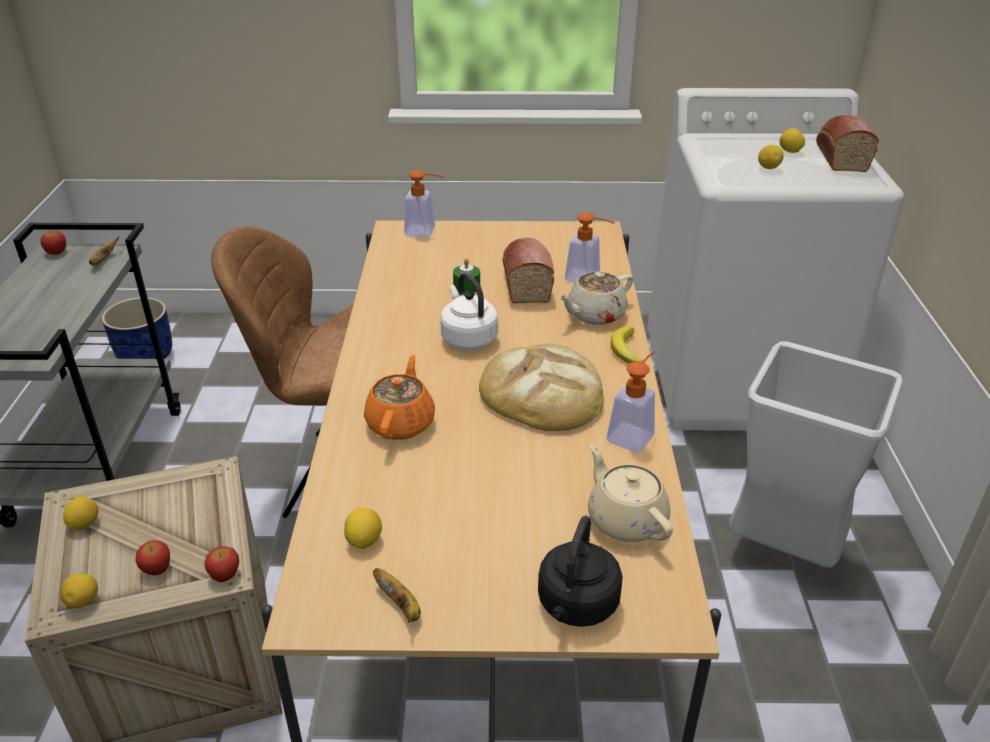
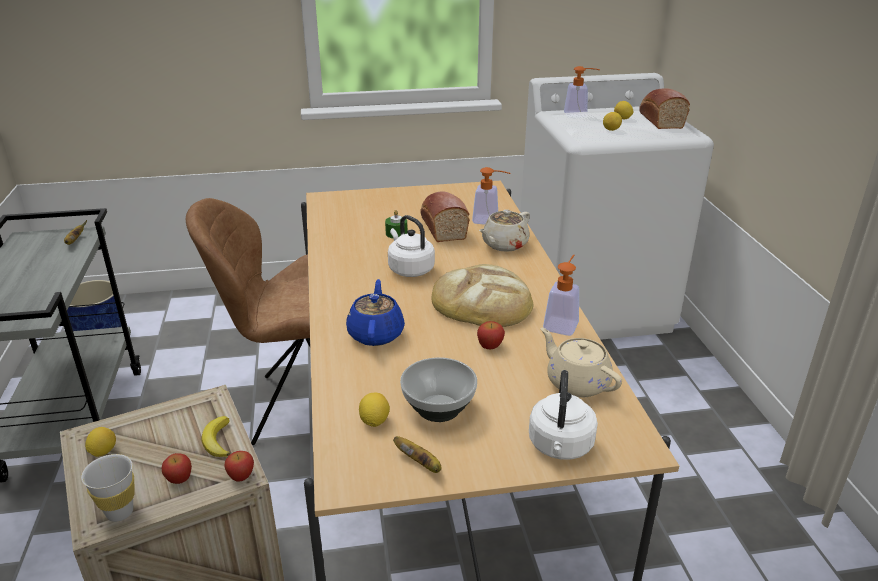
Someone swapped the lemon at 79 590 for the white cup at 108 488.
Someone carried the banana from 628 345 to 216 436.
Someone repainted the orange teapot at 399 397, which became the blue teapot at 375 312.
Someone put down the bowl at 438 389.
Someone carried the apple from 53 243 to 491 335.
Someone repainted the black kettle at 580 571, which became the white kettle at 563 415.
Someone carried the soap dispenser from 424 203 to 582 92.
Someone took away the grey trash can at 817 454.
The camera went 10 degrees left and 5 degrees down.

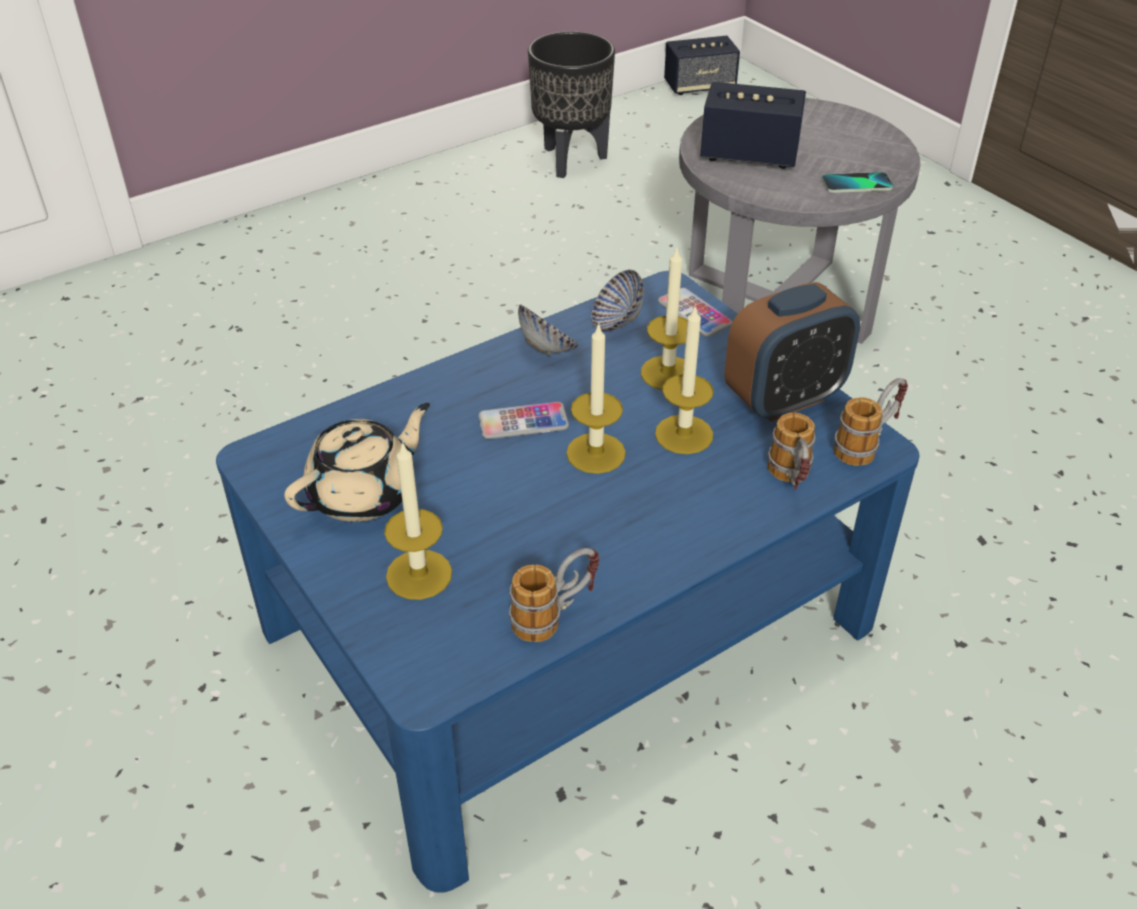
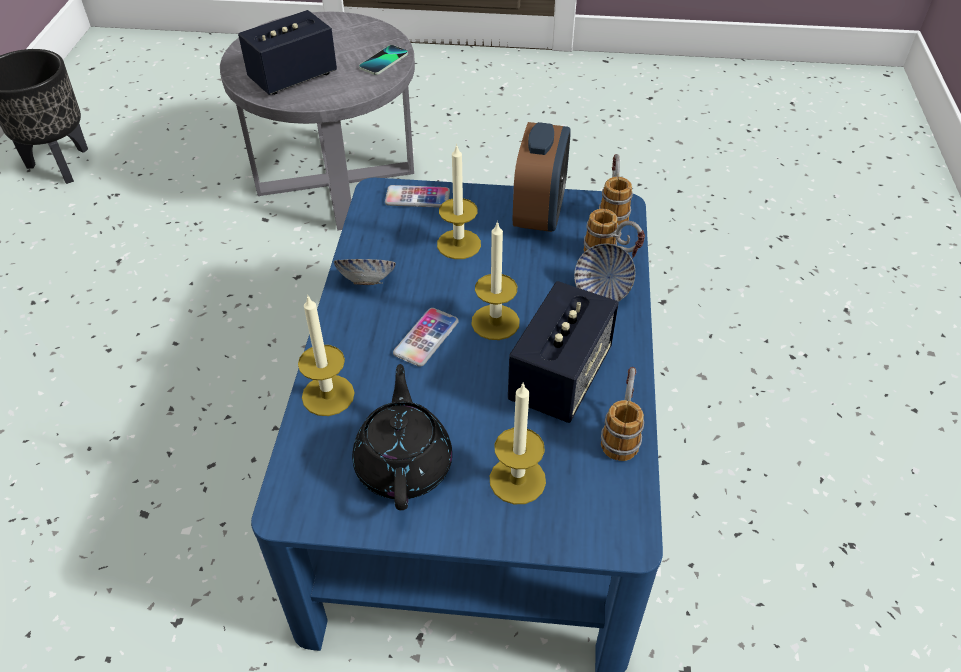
Someone carried the candle from 684 379 to 326 355.
Someone repainted the beige teapot at 357 462, which became the black teapot at 402 437.
Someone carried the speaker from 702 65 to 563 352.
Someone carried the bowl from 617 300 to 604 272.
The camera went 50 degrees left and 5 degrees up.

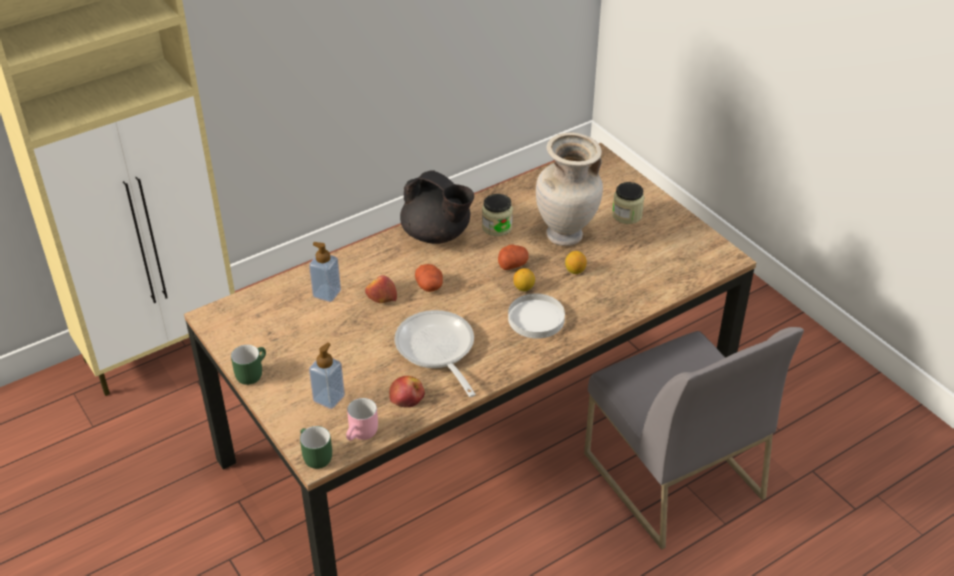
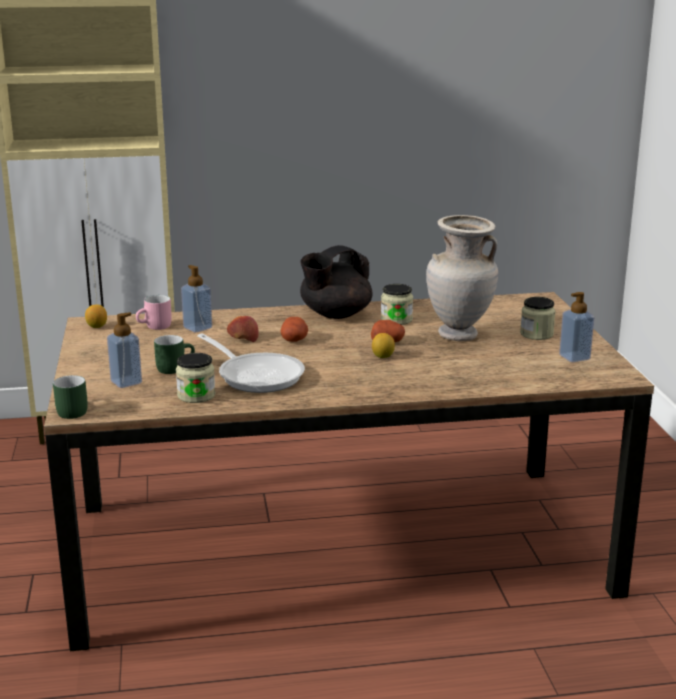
Someone carried the lemon from 576 262 to 96 316.
Someone carried the pink mug from 362 419 to 154 312.
Someone carried the green mug from 248 365 to 174 354.
Someone swapped the apple at 407 392 for the jar at 195 378.
Someone rotated the frying pan at 435 353 by 135 degrees clockwise.
Someone rotated the black teapot at 437 207 by 75 degrees clockwise.
Someone put down the soap dispenser at 576 327.
Someone took away the white plate at 536 316.
Someone took away the grey chair at 694 438.
The camera went 25 degrees right and 20 degrees down.

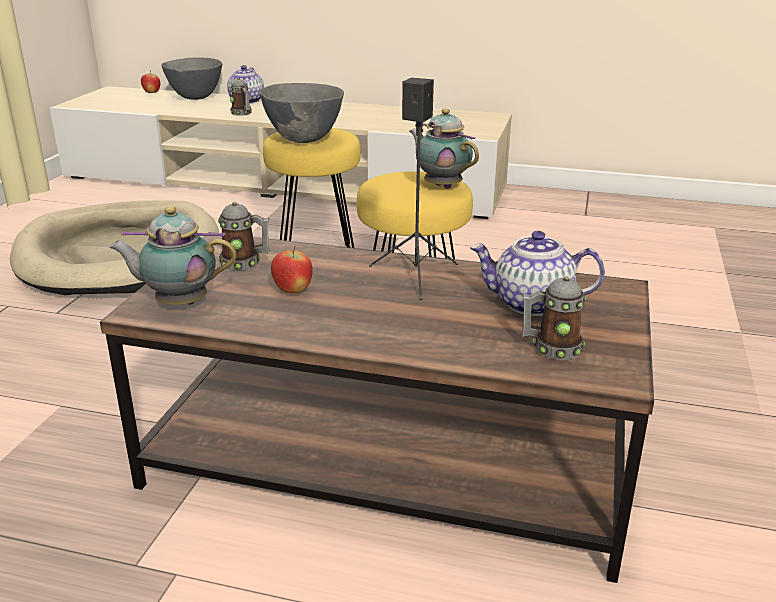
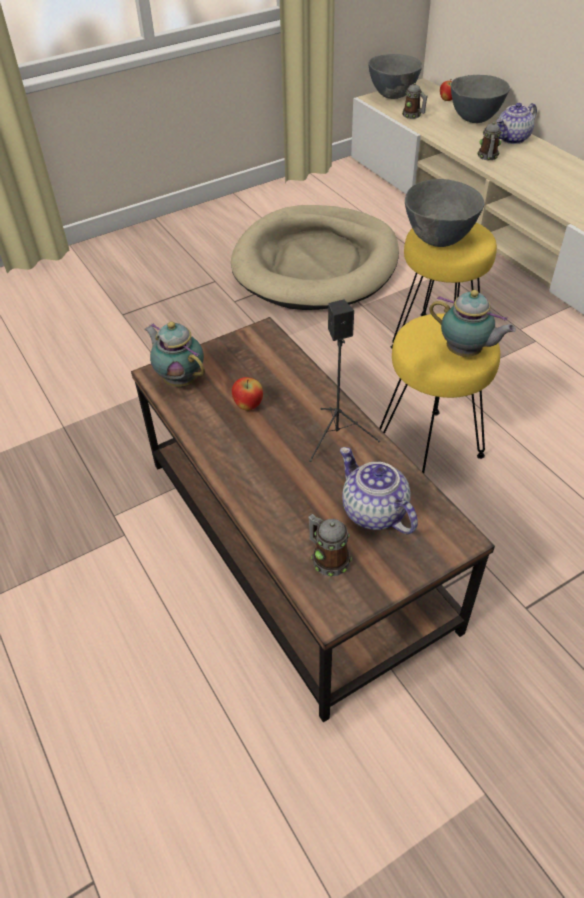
Someone put down the grey bowl at 395 76.
Someone carried the mug from 243 236 to 415 101.
Someone rotated the teapot at 444 148 by 120 degrees clockwise.
The camera went 45 degrees right and 20 degrees up.

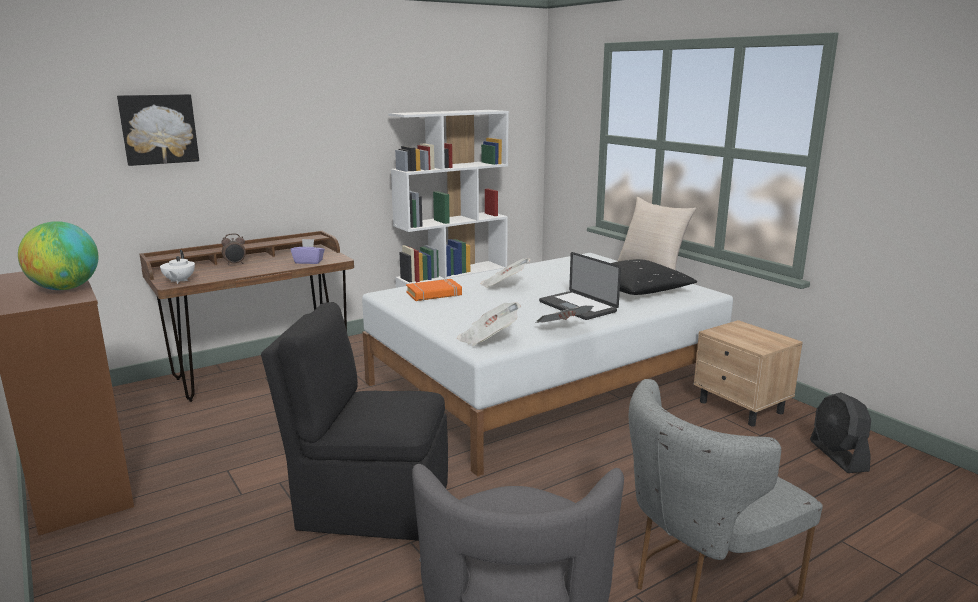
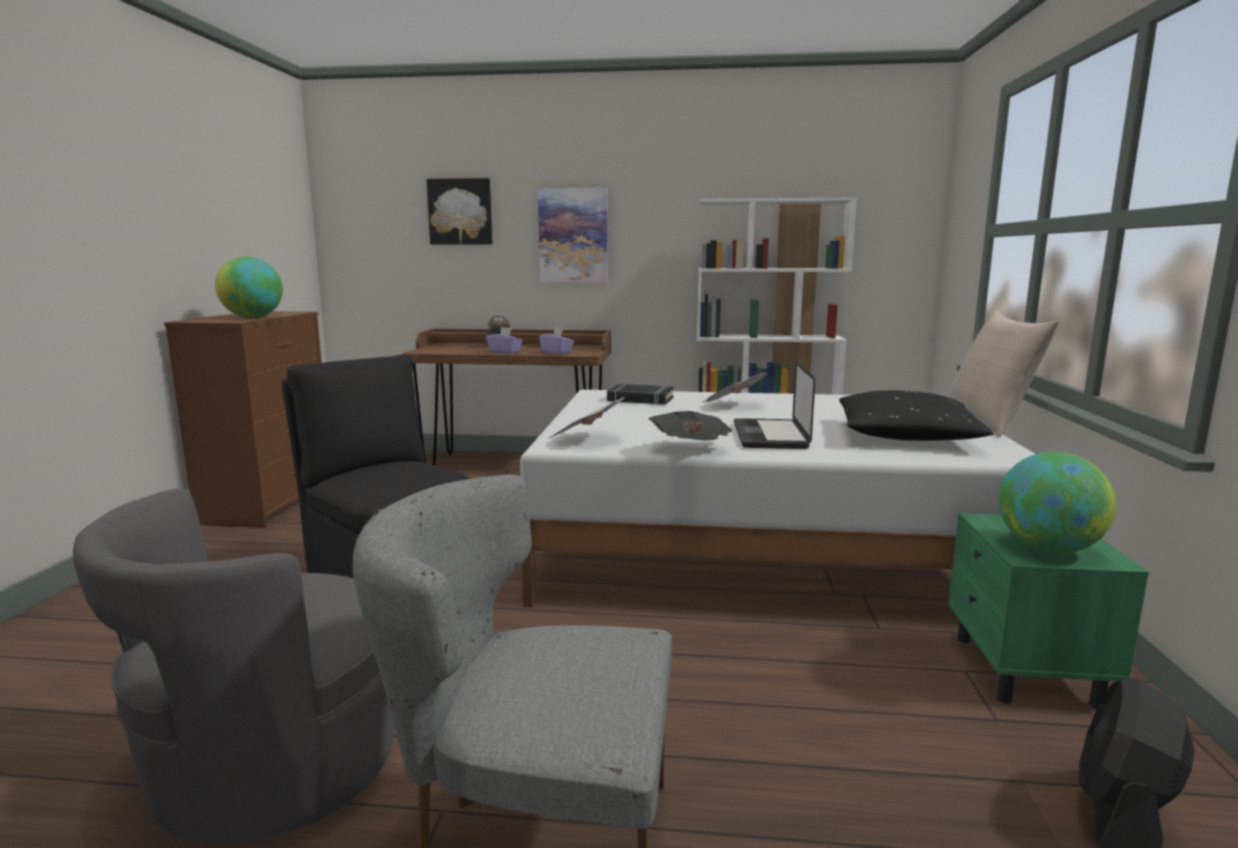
Someone put down the purple tissue box at 504 340.
Someone put up the picture at 573 235.
Someone repainted the orange book at 434 290, which became the black book at 640 394.
Someone repainted the beige nightstand at 748 373, which became the green nightstand at 1048 611.
Someone put down the globe at 1057 502.
Someone took away the white teapot at 177 267.
The camera went 40 degrees right and 5 degrees down.

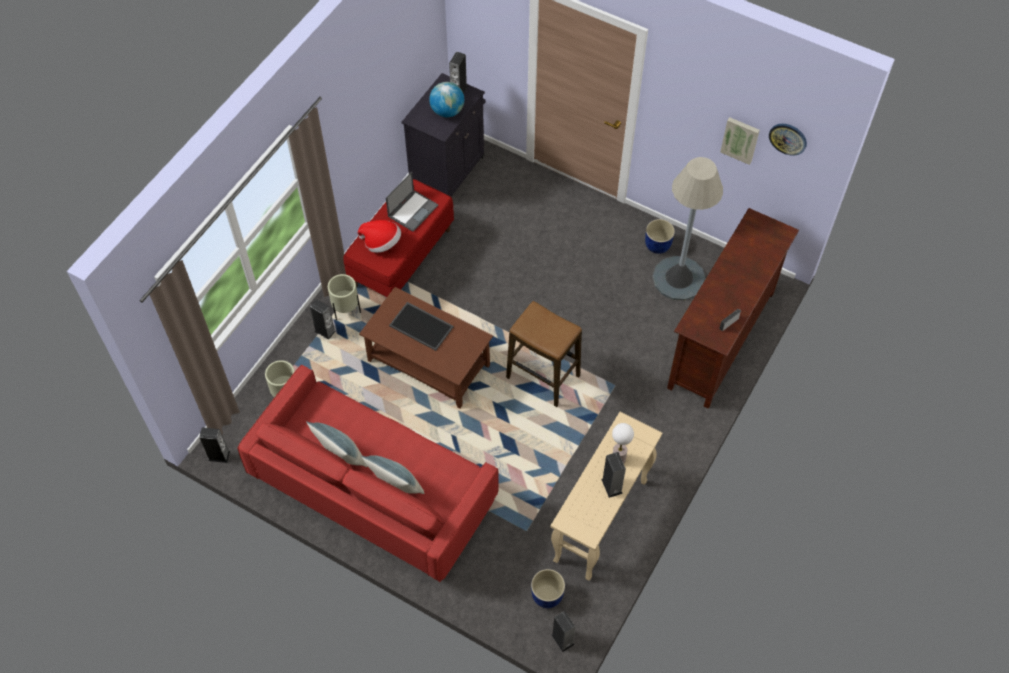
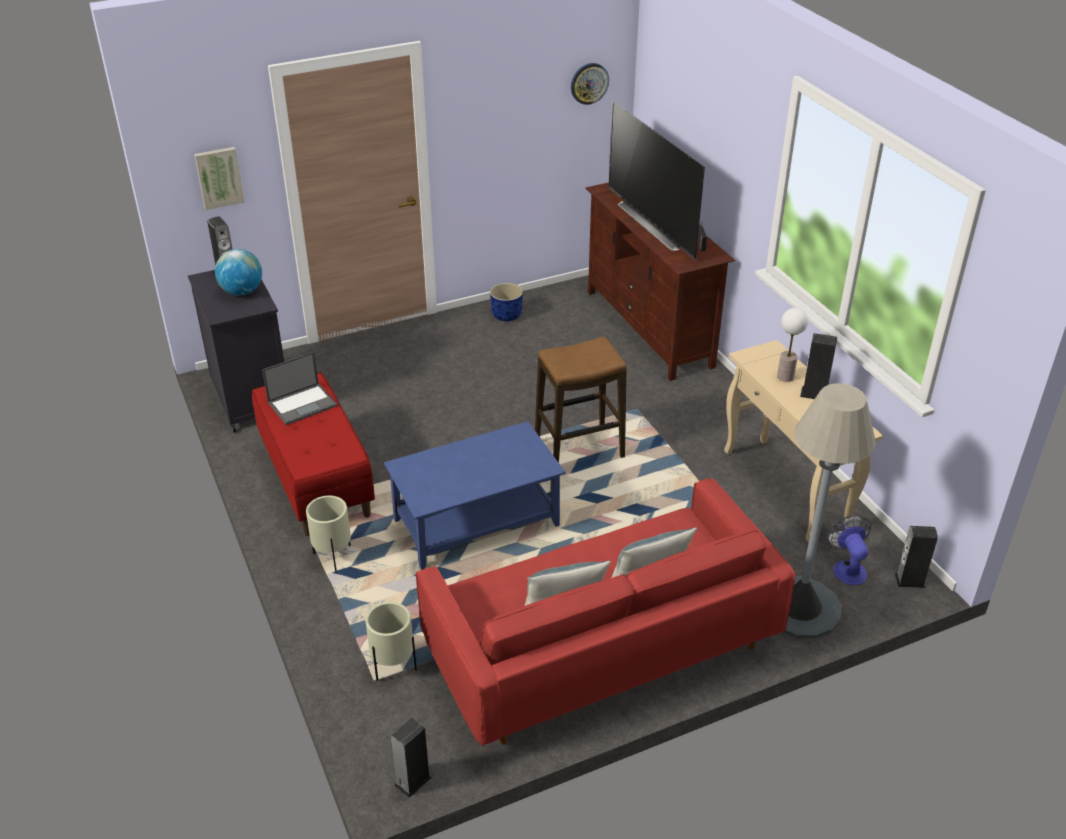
Someone carried the picture from 740 141 to 219 178.
Someone rotated the laptop at 412 202 by 75 degrees clockwise.
Someone repainted the brown coffee table at 426 348, which became the blue coffee table at 475 495.
Someone put down the television at 656 180.
Someone carried the grey floor lamp from 688 229 to 829 510.
Someone swapped the blue planter at 548 588 for the fan at 849 550.
Someone took away the speaker at 323 319.
Someone took away the hat at 379 236.
Someone took away the tray at 421 326.
The camera went 55 degrees left and 20 degrees down.

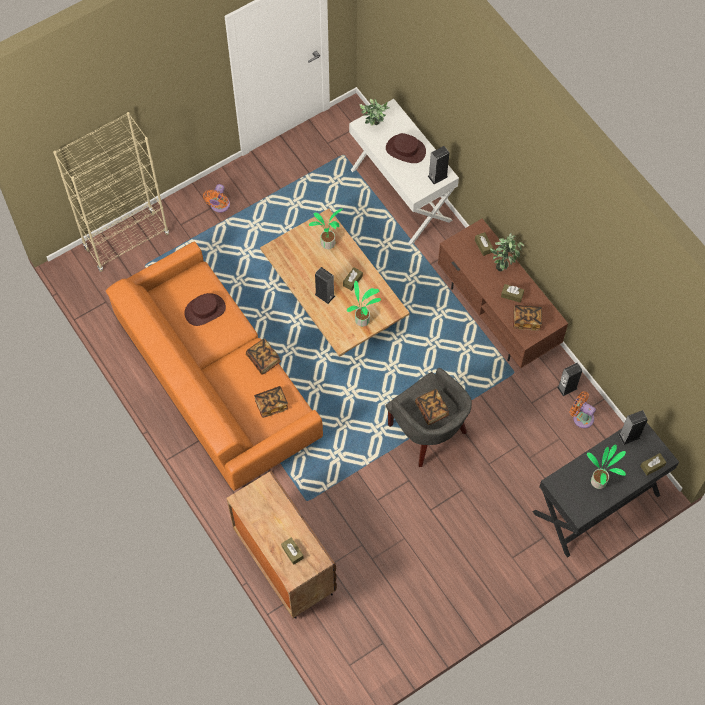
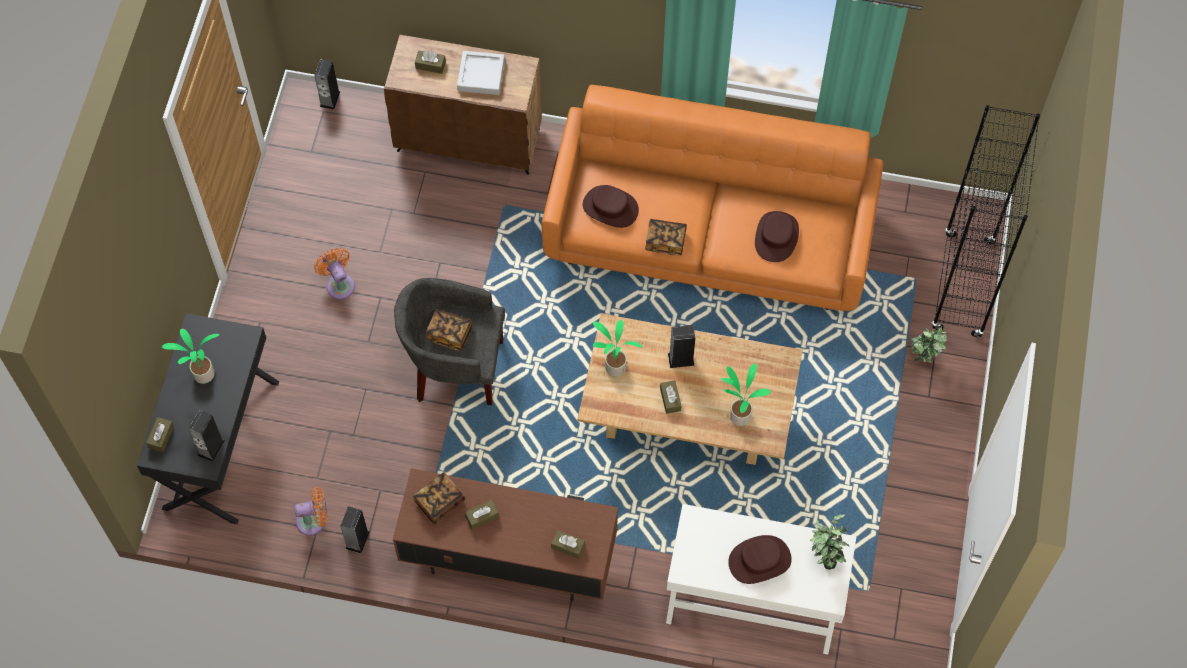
Someone carried the orange fan from 216 198 to 334 273.
Someone carried the speaker from 438 165 to 327 84.
Someone put down the grey tray at 481 73.
Someone swapped the book at 271 402 for the brown hat at 611 206.
Someone carried the potted plant from 507 252 to 928 344.
Someone repainted the beige bookcase at 111 192, which became the black bookcase at 986 221.
The camera went 135 degrees right and 0 degrees up.

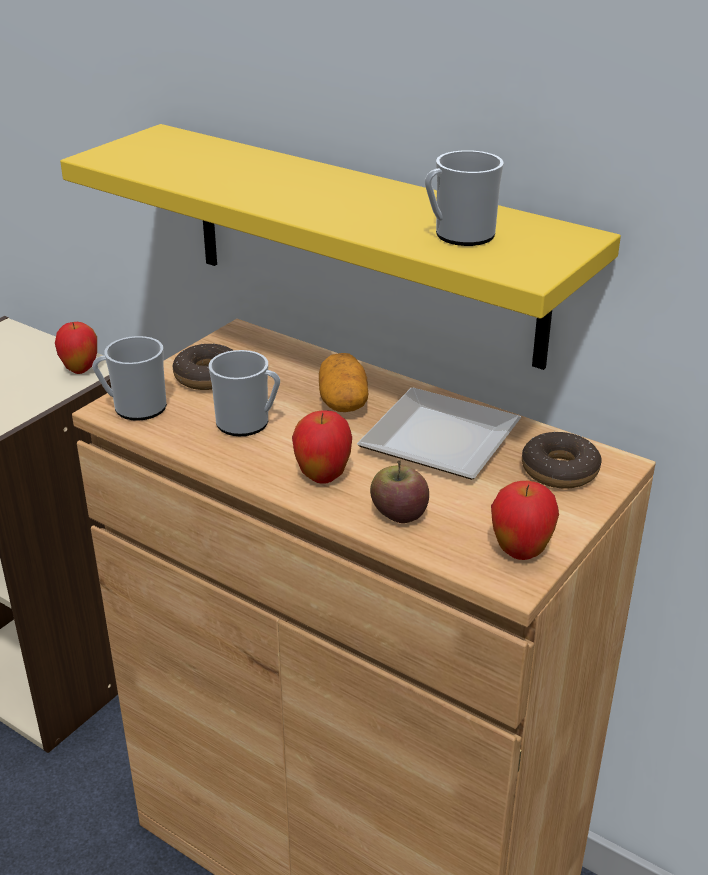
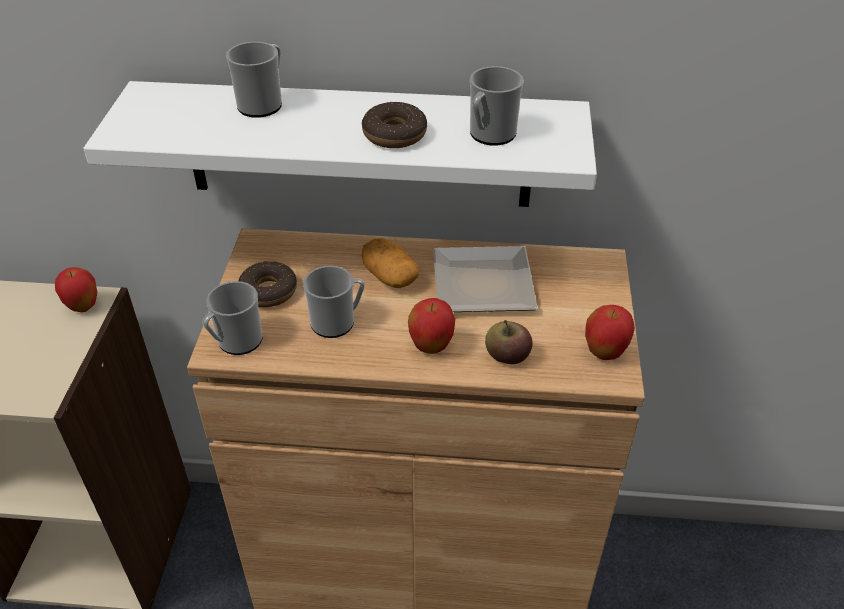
Someone repainted the yellow shelf at 340 247, which became the white shelf at 340 144.
Someone put down the mug at 254 80.
Someone carried the donut from 562 460 to 394 125.
The camera went 30 degrees left and 10 degrees up.

